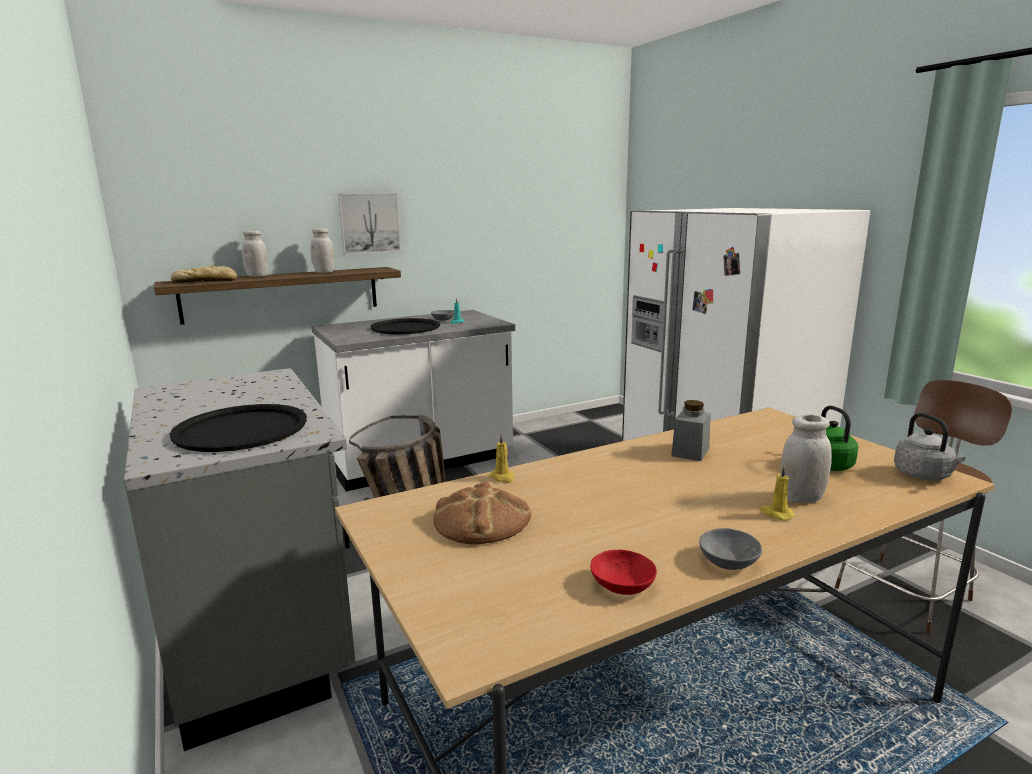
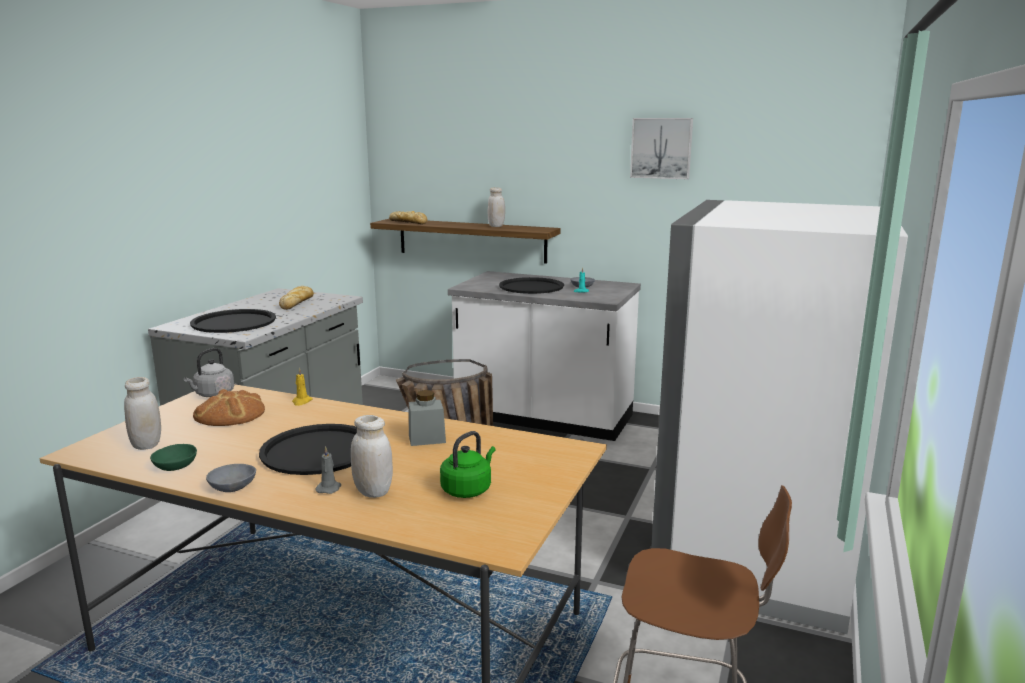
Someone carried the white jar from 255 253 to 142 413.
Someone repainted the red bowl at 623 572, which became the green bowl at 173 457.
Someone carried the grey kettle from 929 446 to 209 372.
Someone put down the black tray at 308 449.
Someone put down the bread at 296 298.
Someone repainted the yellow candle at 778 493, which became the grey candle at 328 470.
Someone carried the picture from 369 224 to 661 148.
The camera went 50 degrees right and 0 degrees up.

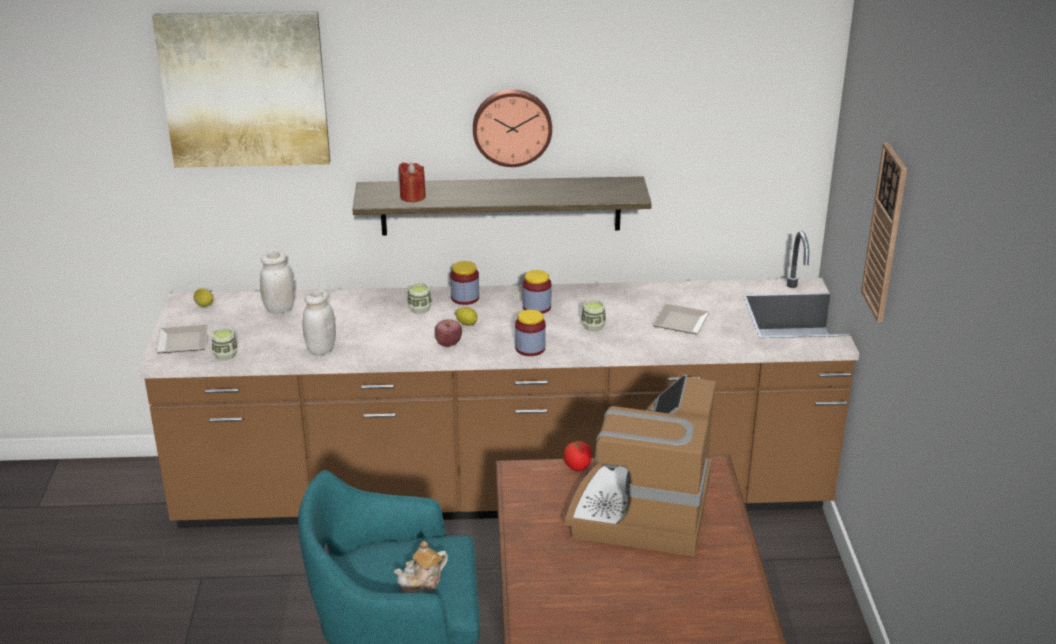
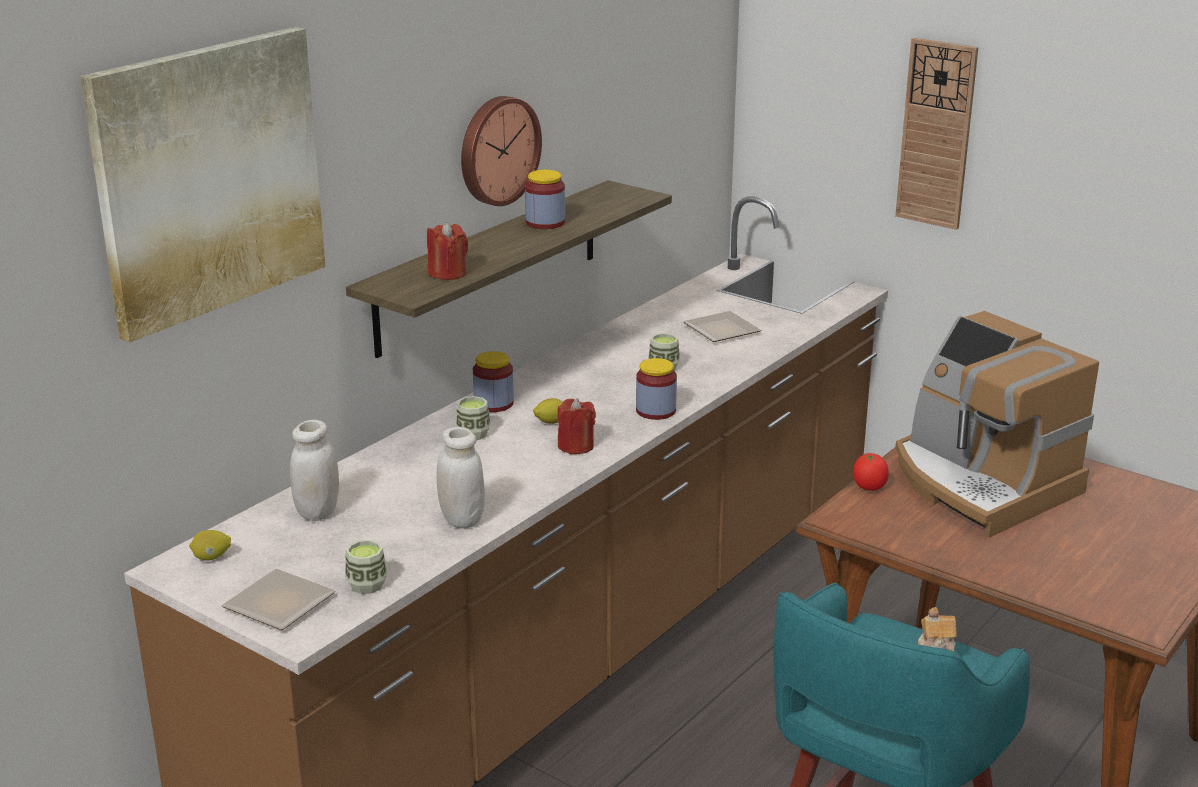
Someone carried the jar from 536 292 to 545 199.
Someone swapped the apple at 448 333 for the red candle at 576 426.
The camera went 50 degrees left and 5 degrees down.

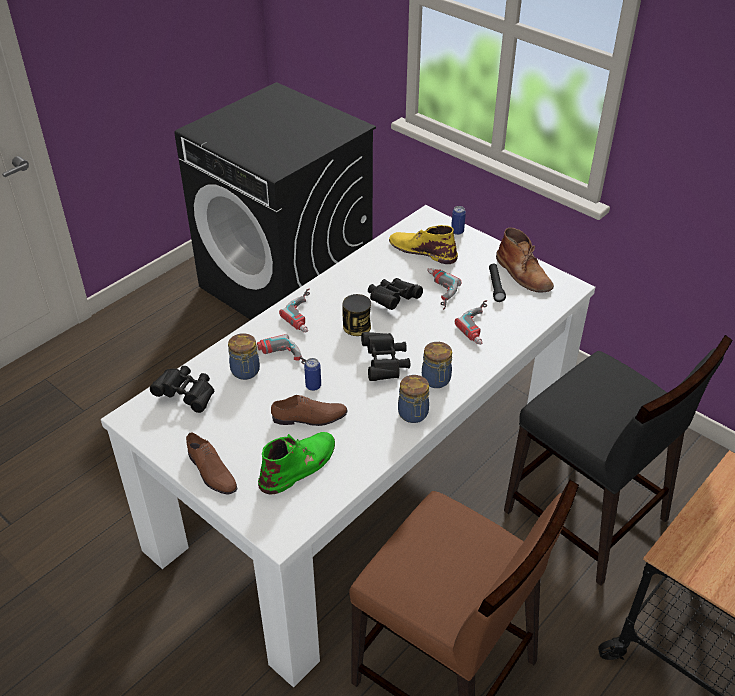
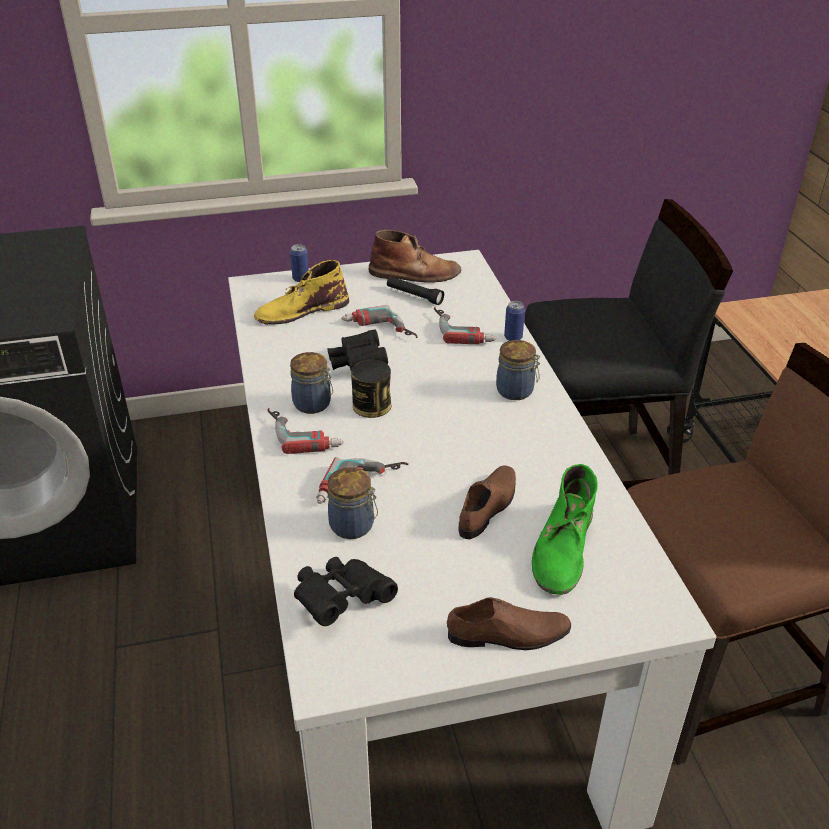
Someone carried the jar from 413 399 to 311 383.
Someone carried the can from 312 374 to 514 321.
Someone rotated the green boot at 296 463 by 150 degrees counterclockwise.
Someone took away the black binoculars at 385 356.
The camera went 55 degrees left and 5 degrees down.

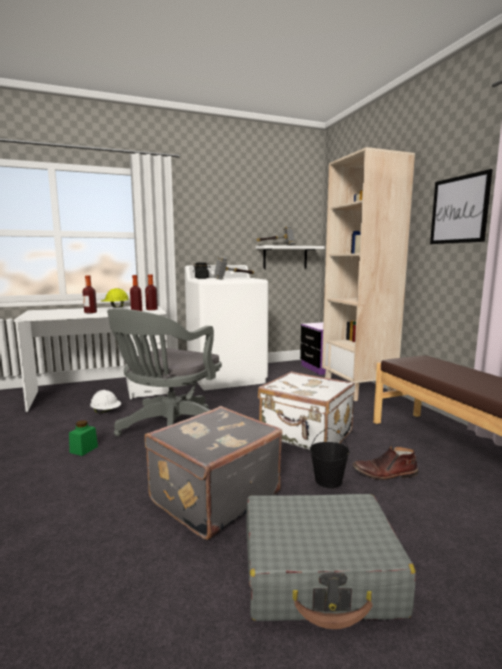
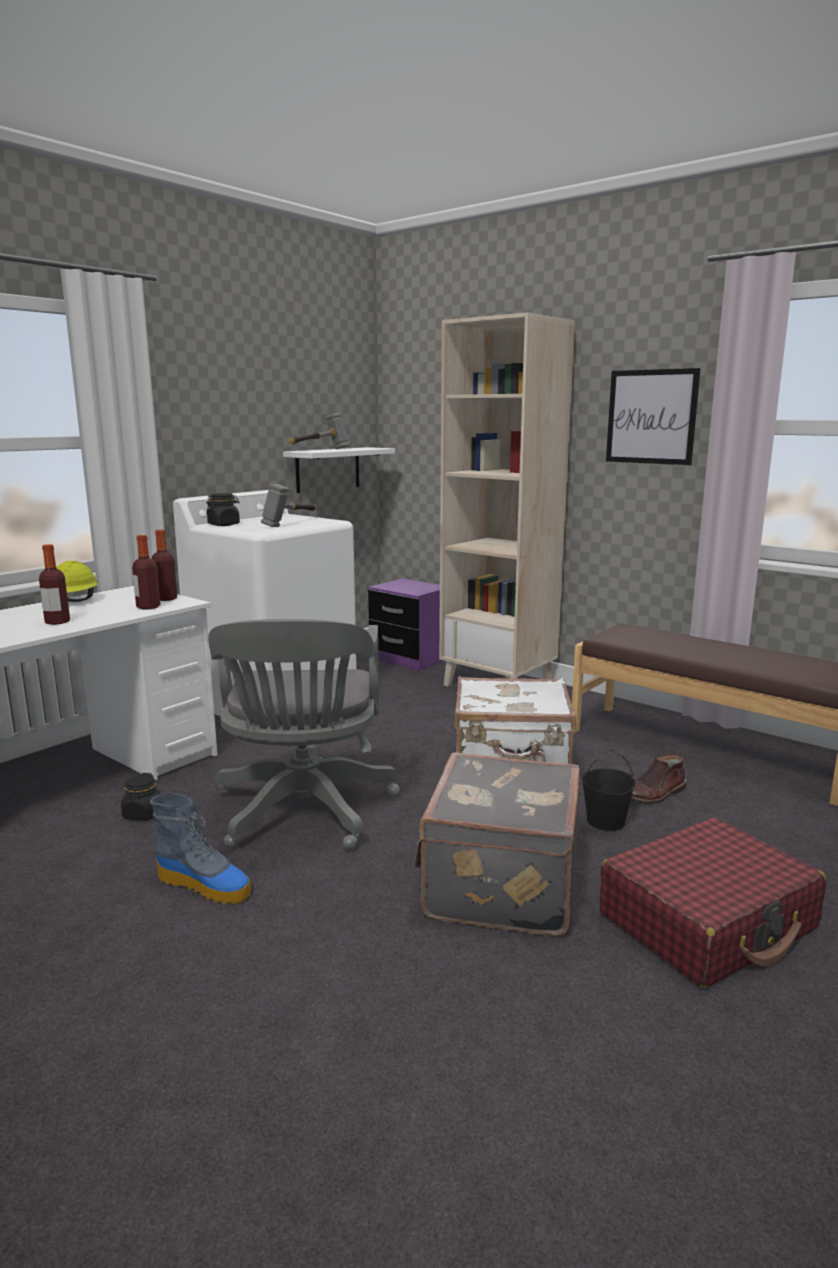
Someone swapped the white hard hat at 105 402 for the black jar at 141 796.
Someone swapped the green jar at 83 438 for the boot at 200 849.
Someone repainted the grey suitcase at 331 561, which became the red suitcase at 712 903.
The camera went 30 degrees left and 5 degrees up.

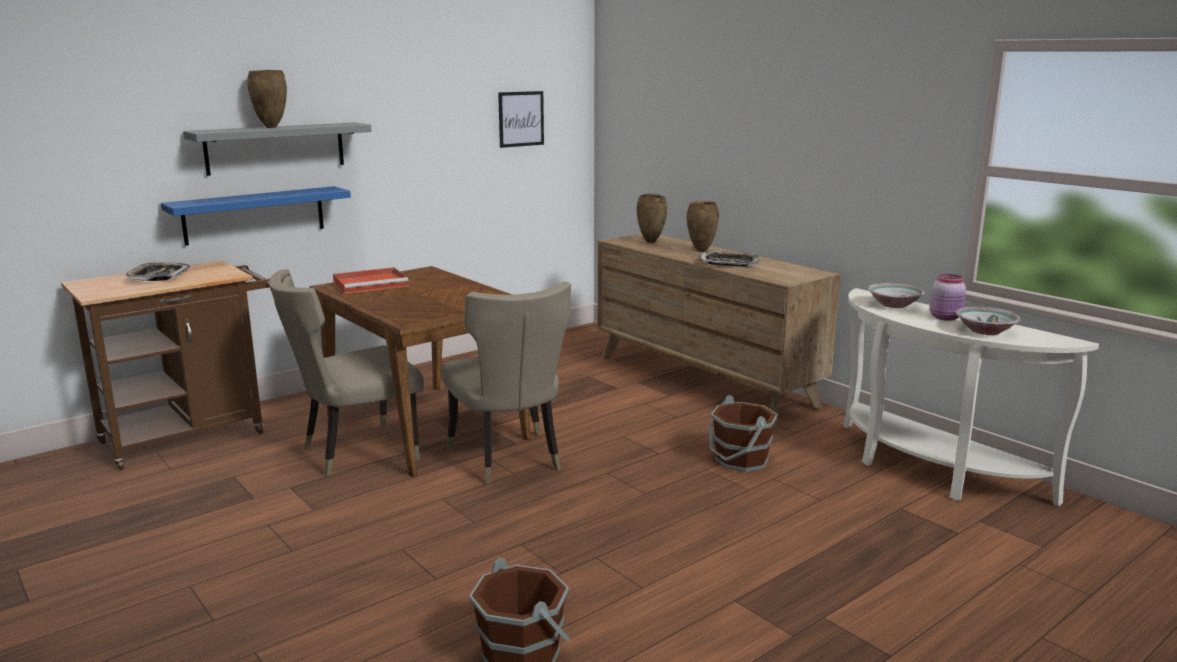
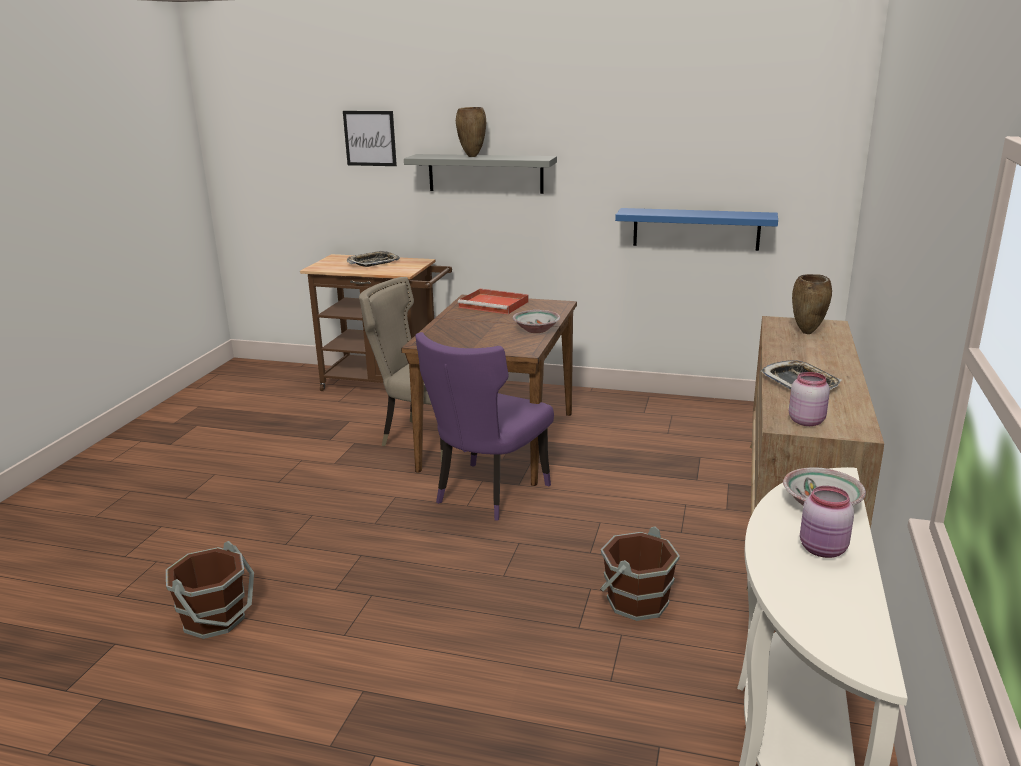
Someone carried the picture from 521 119 to 370 138.
Someone repainted the beige chair at 506 382, which became the purple chair at 484 426.
Someone carried the bowl from 988 321 to 536 321.
Someone carried the blue shelf from 256 216 to 696 229.
Someone put down the pink jar at 809 399.
Someone took away the brown vase at 703 226.
The camera went 55 degrees right and 5 degrees up.

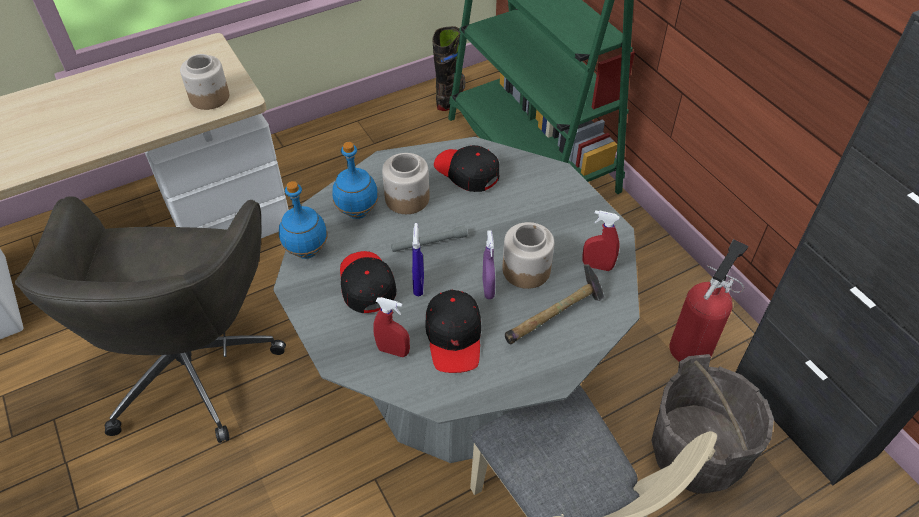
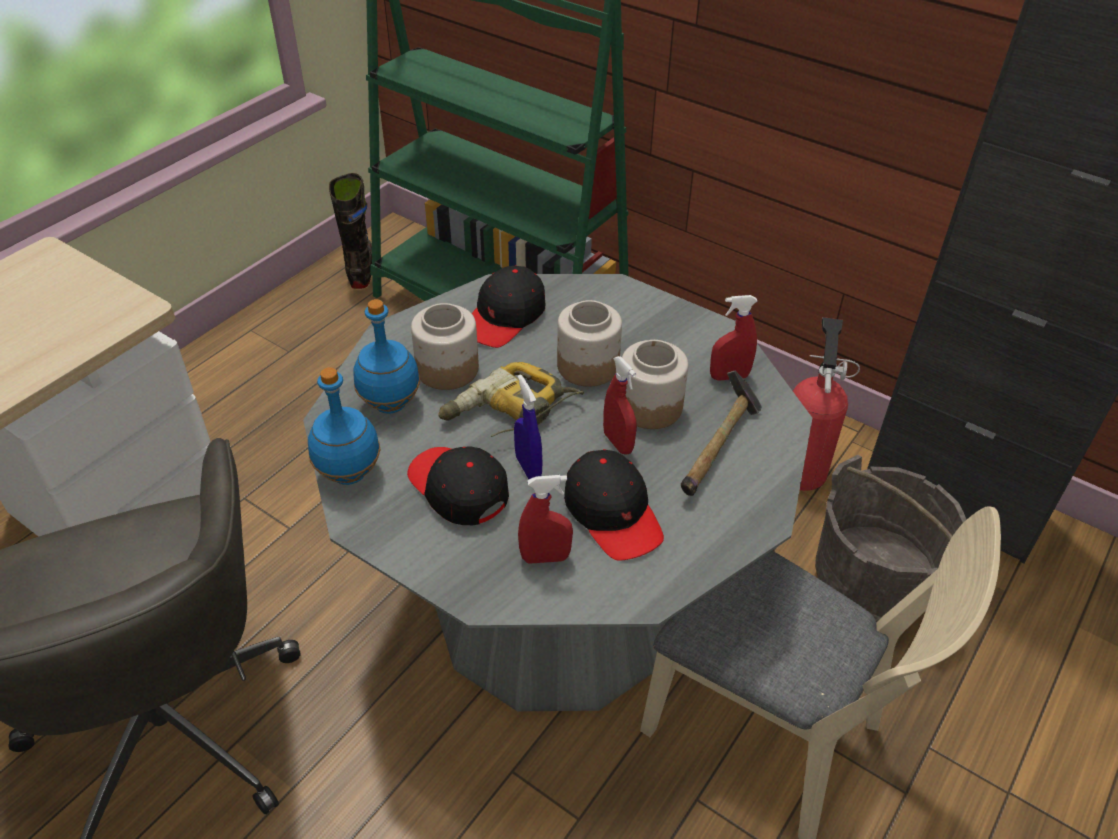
Someone swapped the grey flashlight at 429 239 for the power drill at 511 399.
Someone rotated the black cap at 466 168 by 75 degrees counterclockwise.
Someone carried the jar from 204 82 to 589 343.
Someone repainted the purple spray bottle at 488 264, which became the red spray bottle at 620 405.
The camera went 25 degrees left and 5 degrees down.

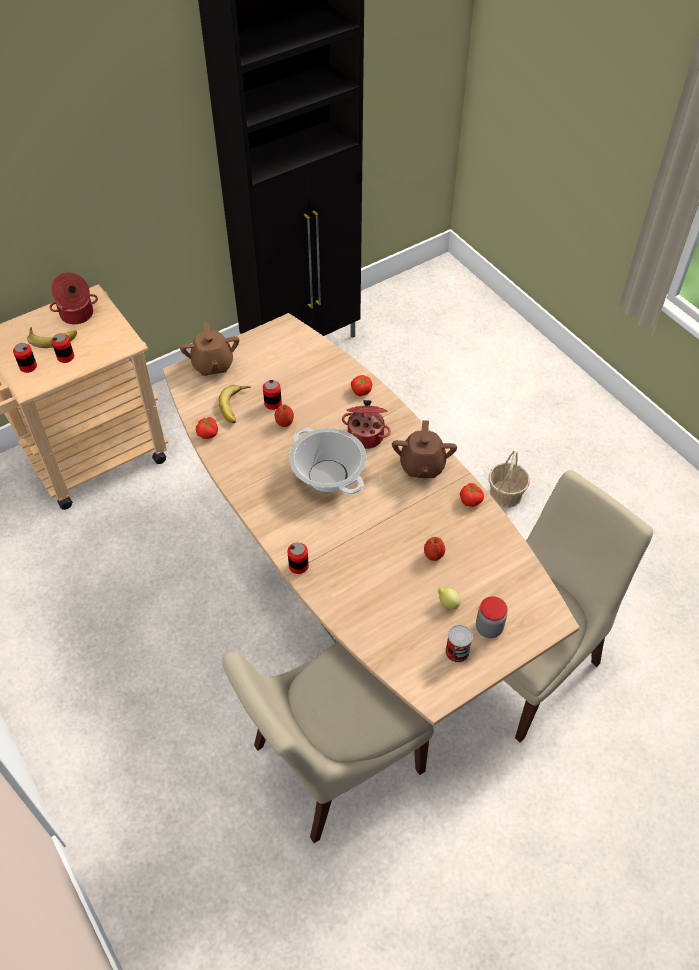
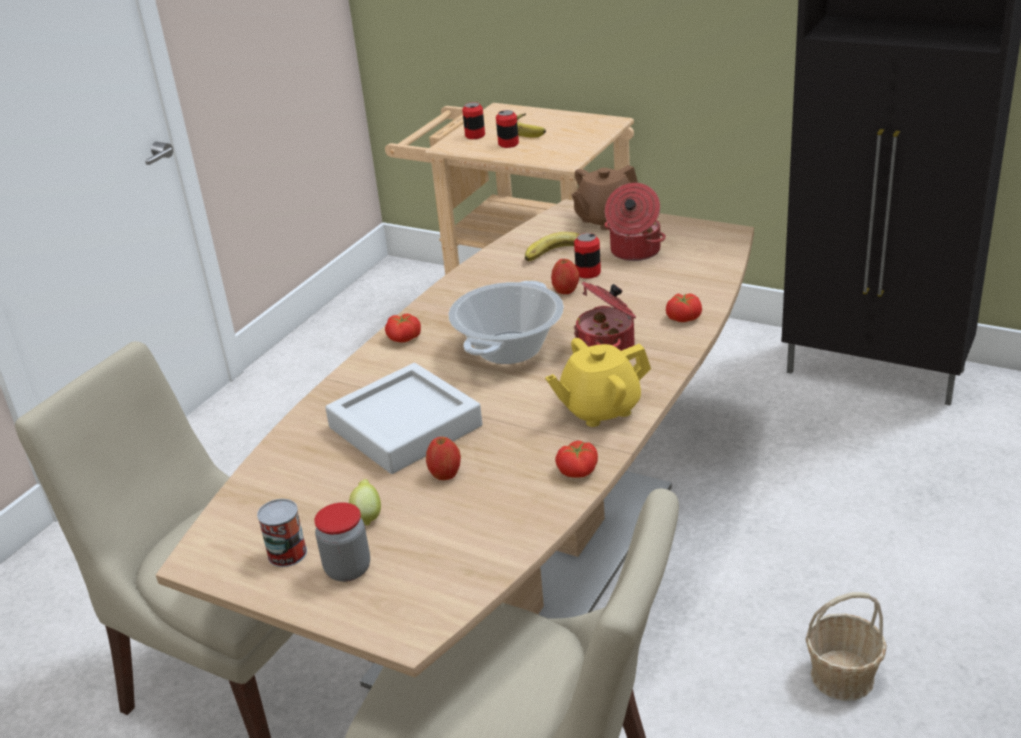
Someone put down the grey tray at 403 418.
Someone carried the tomato from 207 428 to 403 328.
Someone repainted the brown teapot at 424 449, which became the yellow teapot at 598 382.
Someone carried the cooking pot from 73 298 to 635 222.
Someone took away the can at 298 558.
The camera went 65 degrees right and 20 degrees down.

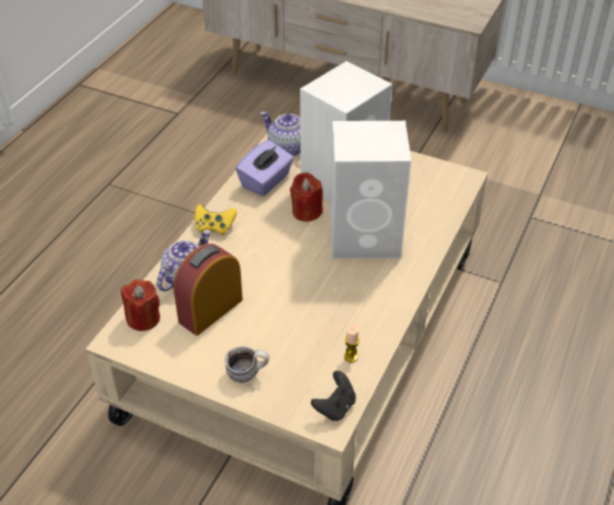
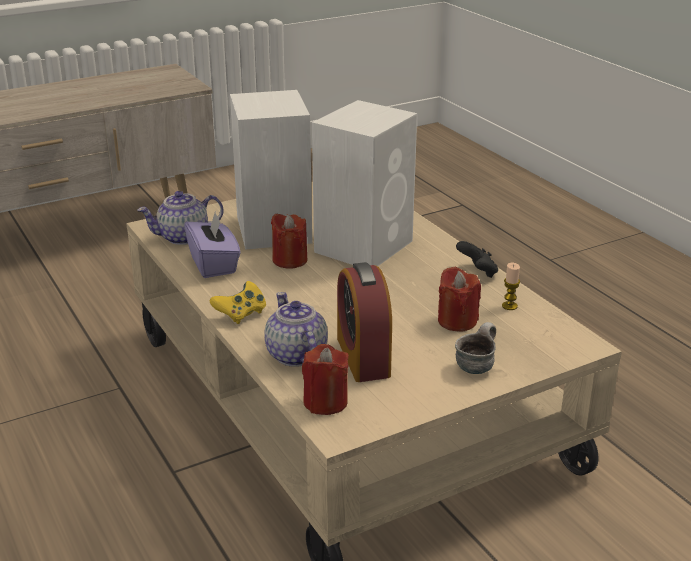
Someone put down the red candle at 459 299.
Someone carried the black game controller from 333 396 to 477 259.
The camera went 55 degrees left and 15 degrees down.

